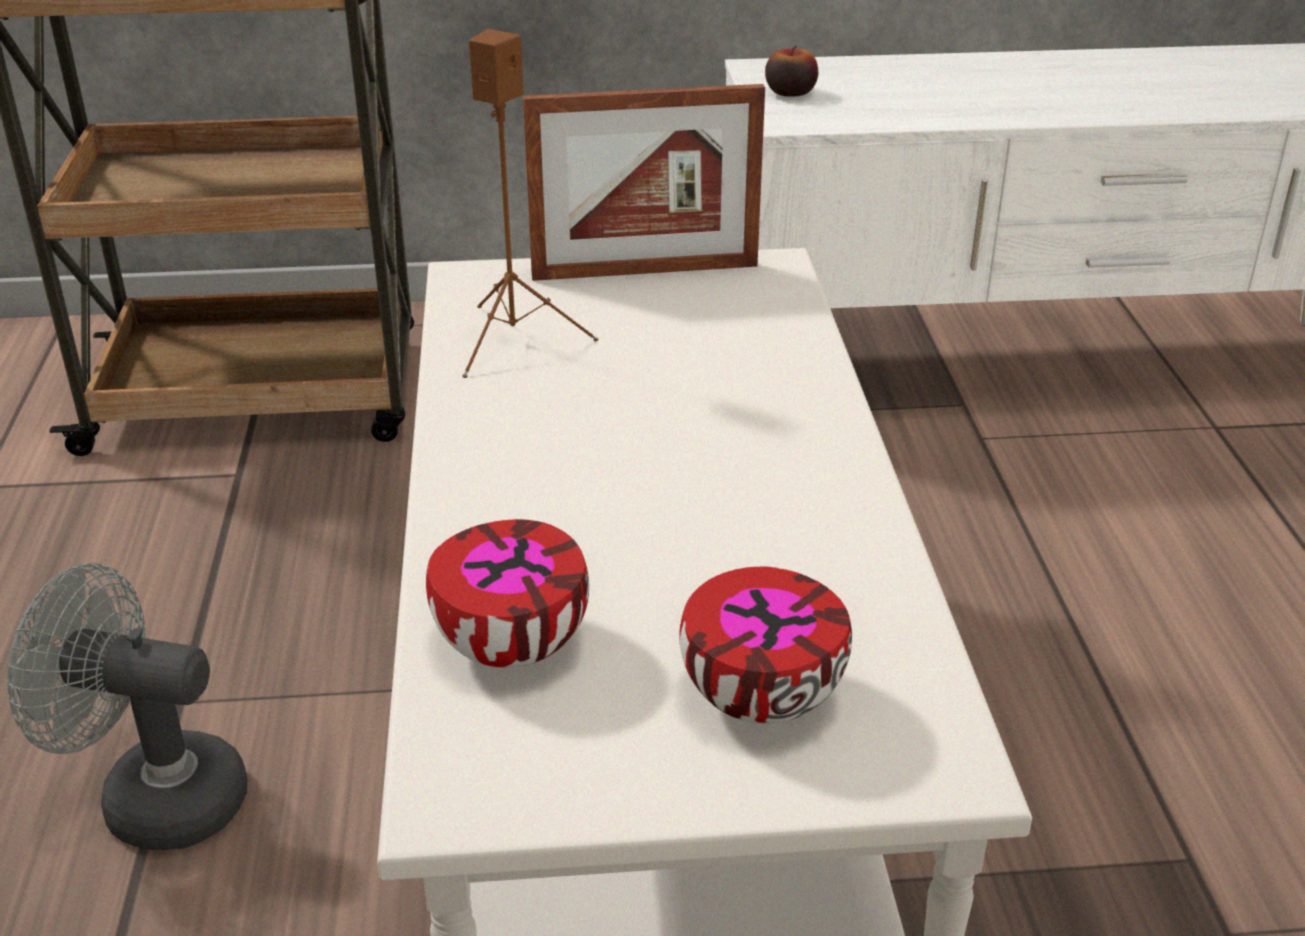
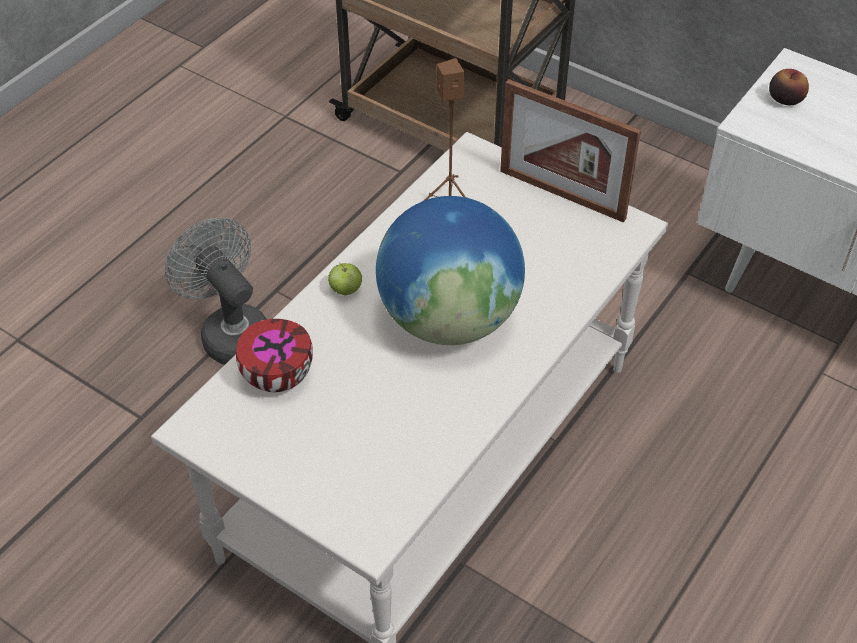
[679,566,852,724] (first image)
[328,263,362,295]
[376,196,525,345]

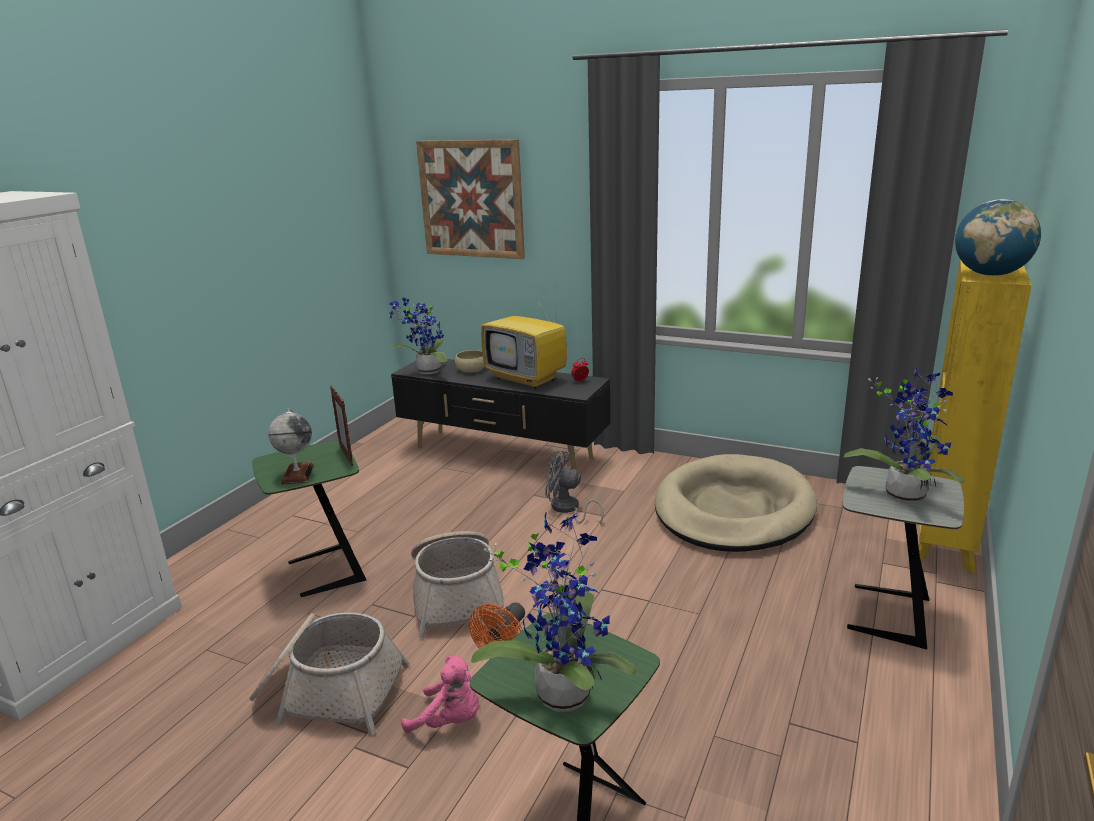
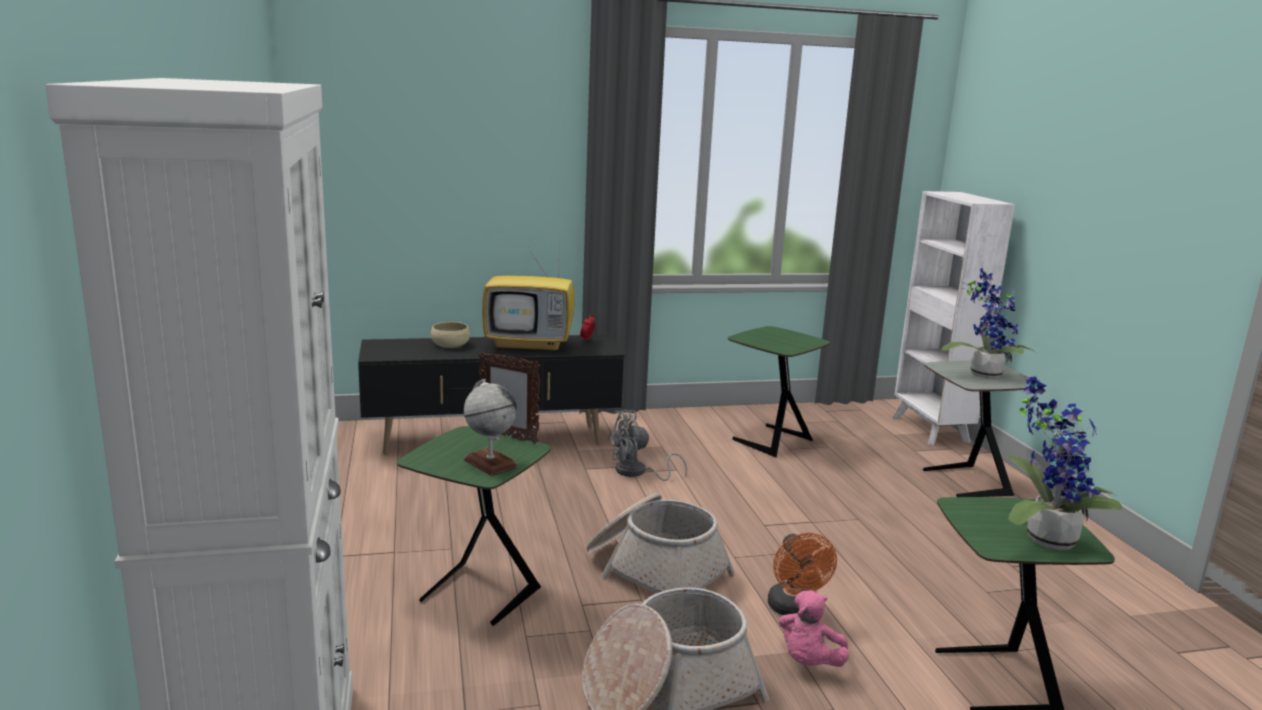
[389,297,447,374] (first image)
[779,590,849,667]
[416,139,525,259] (first image)
[728,326,831,458]
[893,191,1015,445]
[955,199,1041,276] (first image)

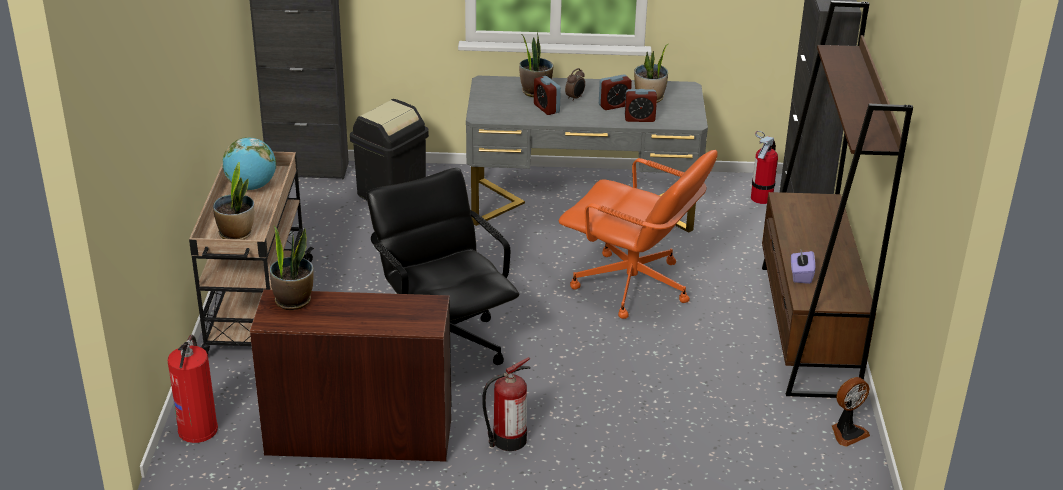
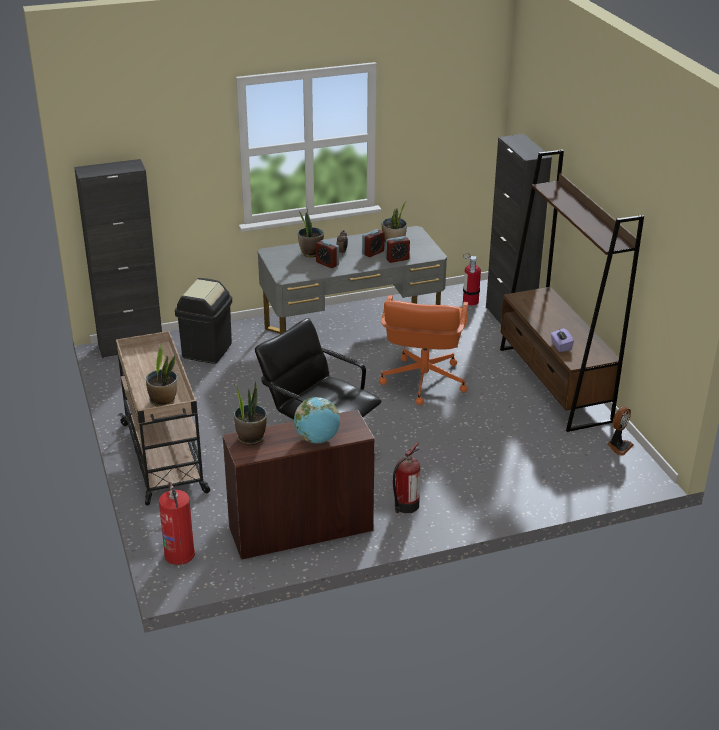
[294,397,340,443]
[379,295,468,405]

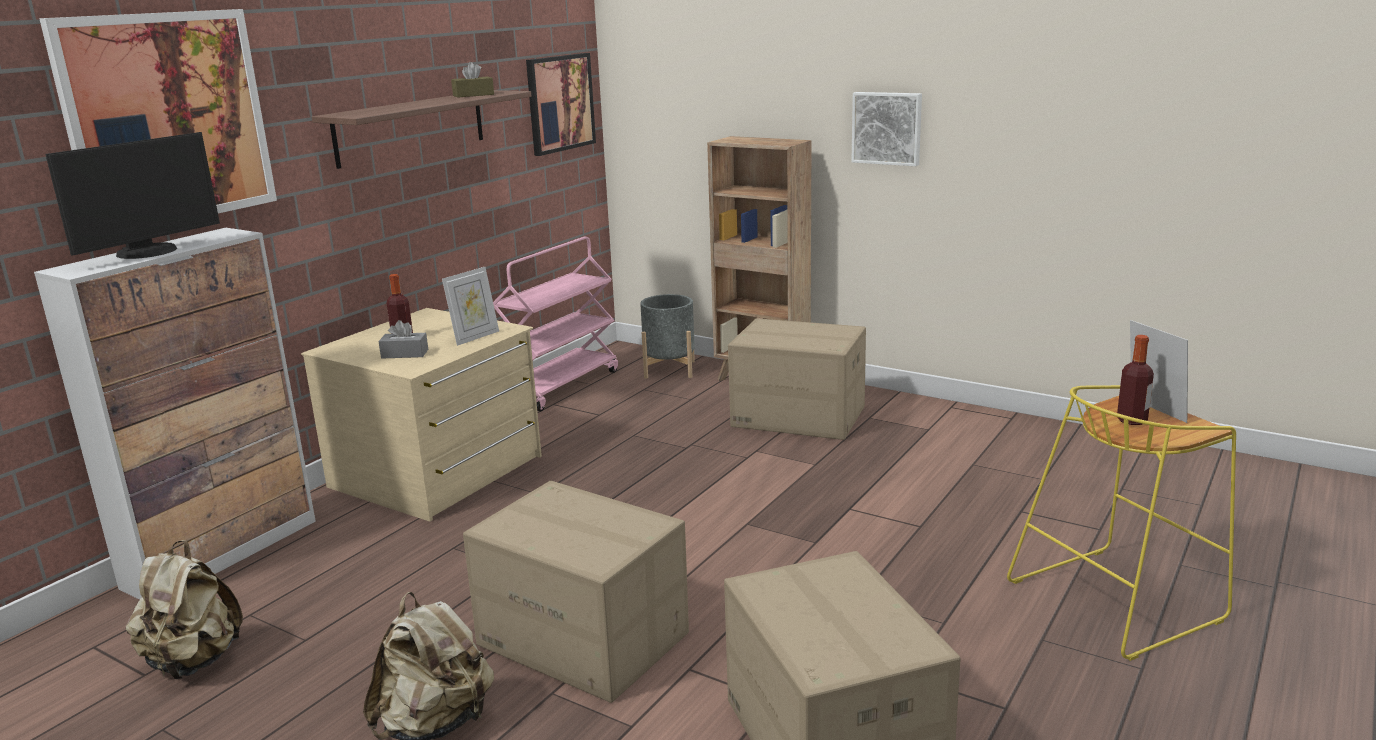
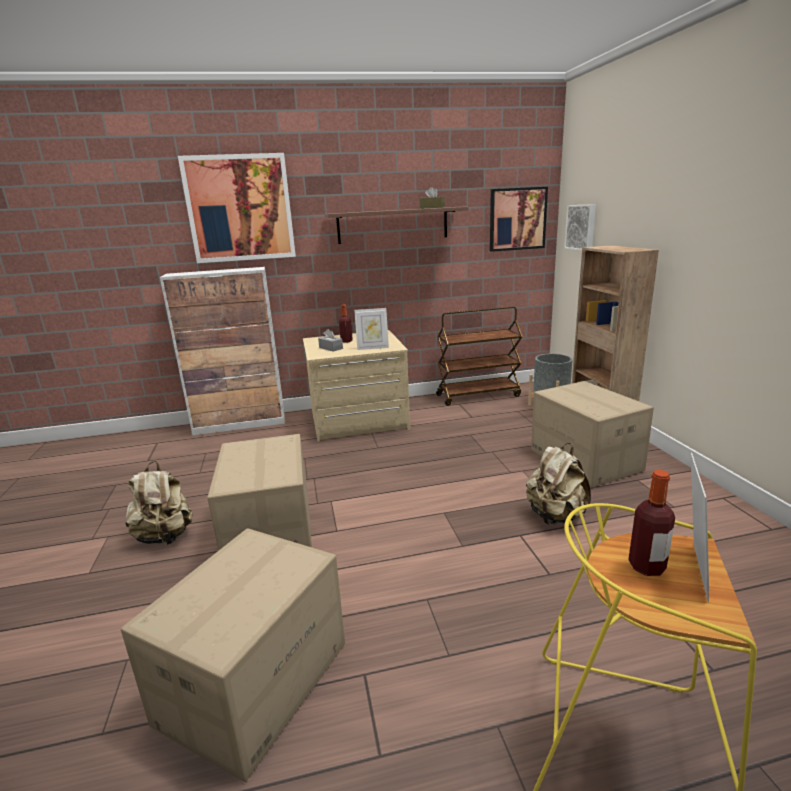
[45,132,220,259] (first image)
[526,443,591,524]
[436,307,523,406]
[564,204,596,251]

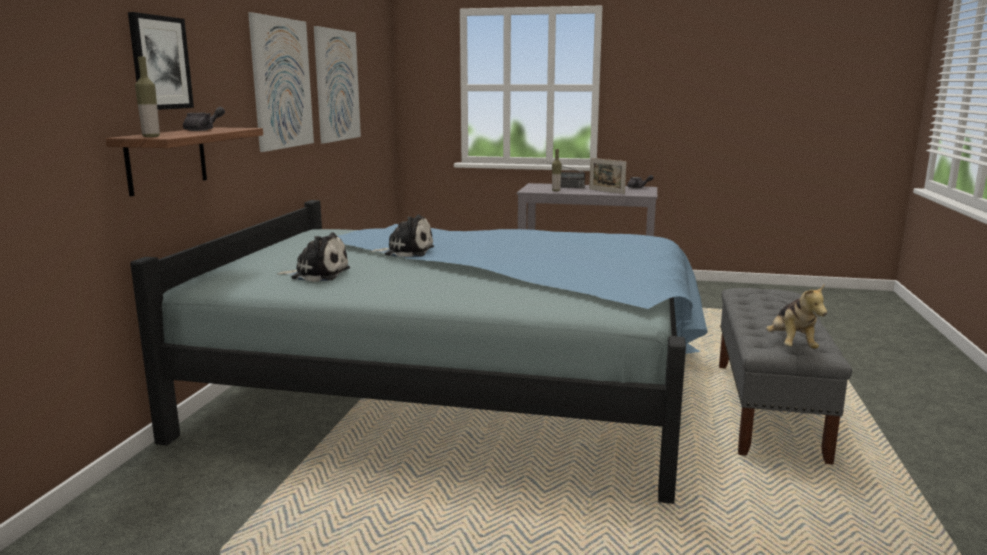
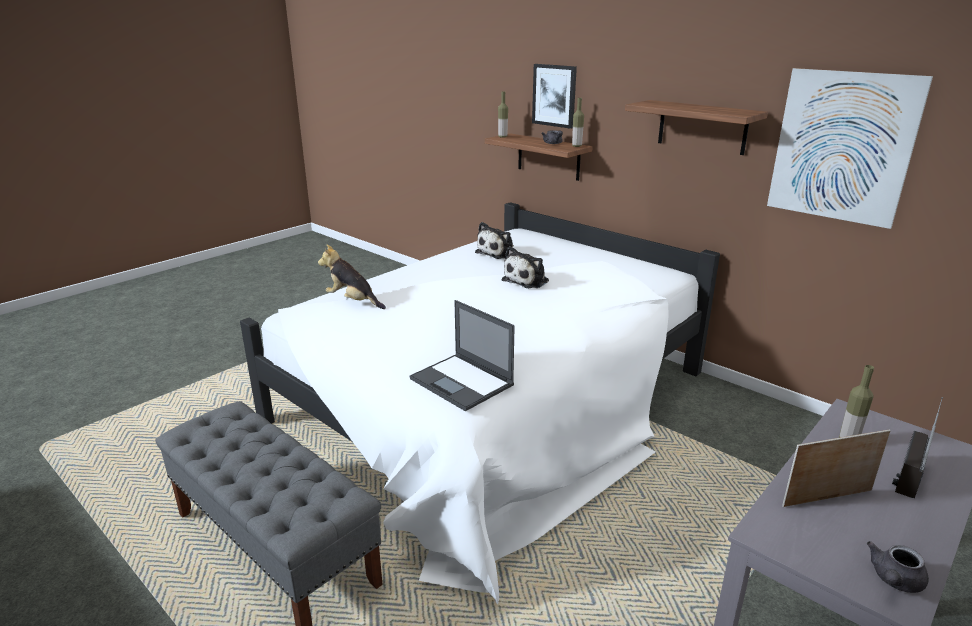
[240,202,720,605]
[625,100,768,155]
[318,244,386,309]
[410,300,515,411]
[572,98,584,147]

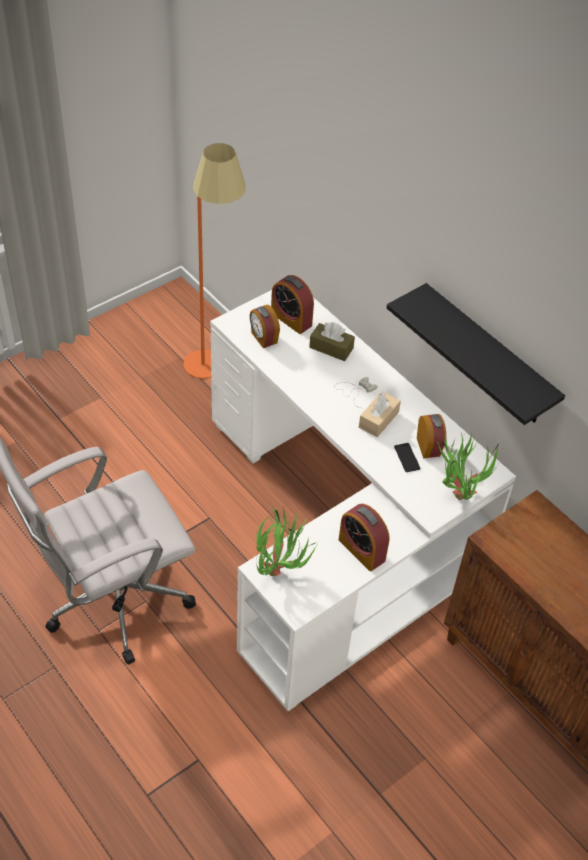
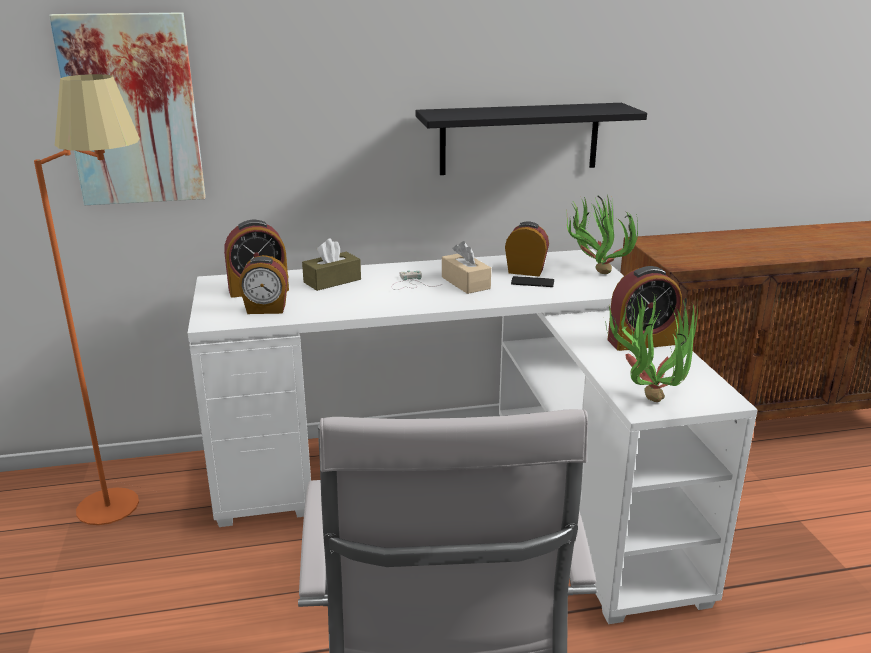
[49,12,206,205]

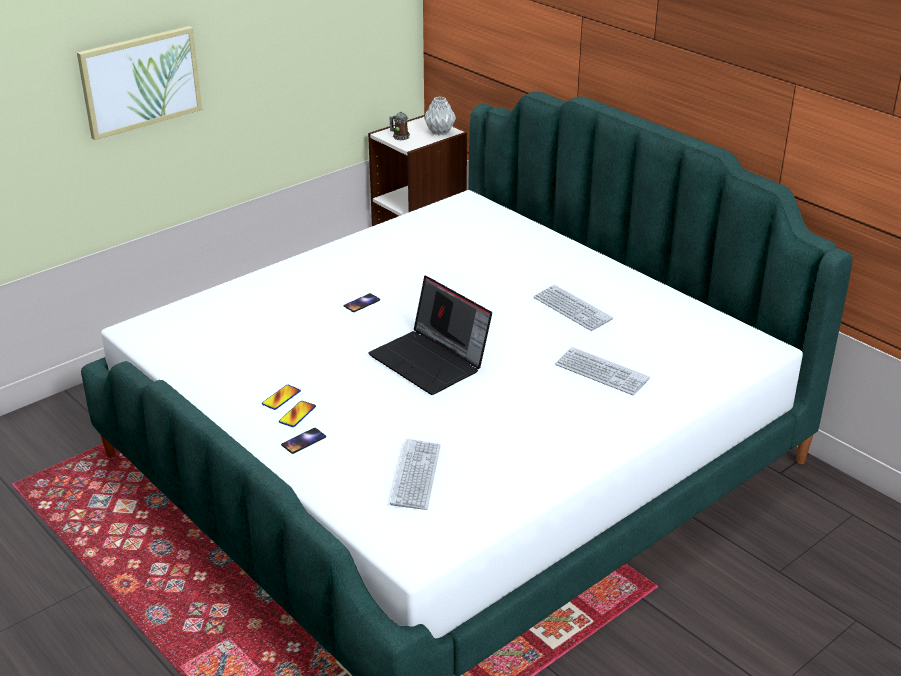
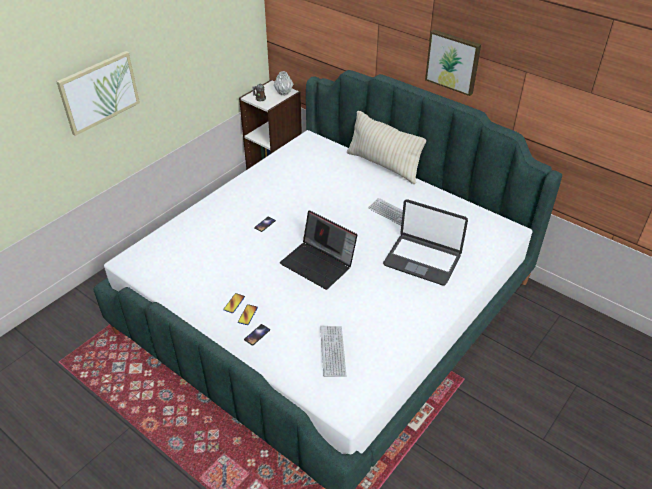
[383,199,468,286]
[347,111,426,184]
[425,30,481,96]

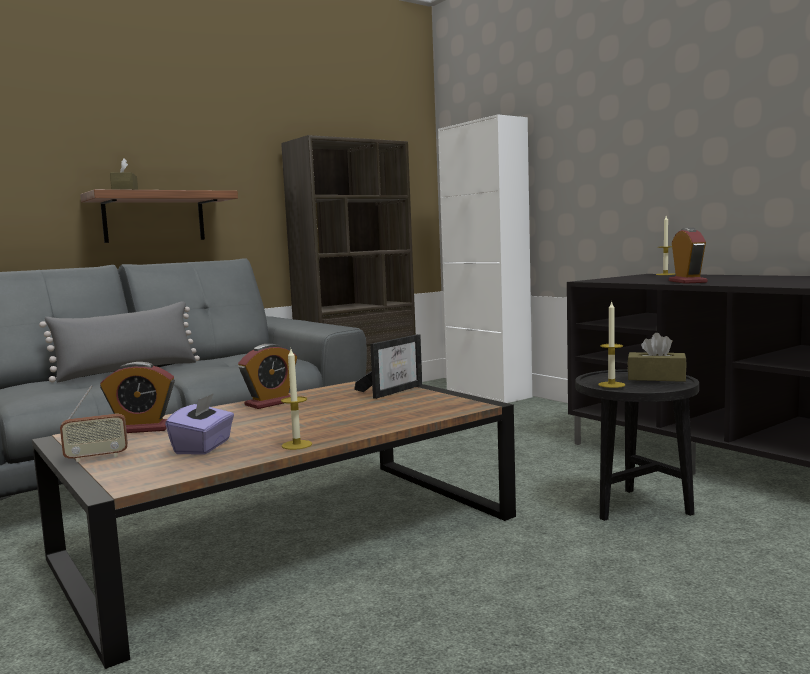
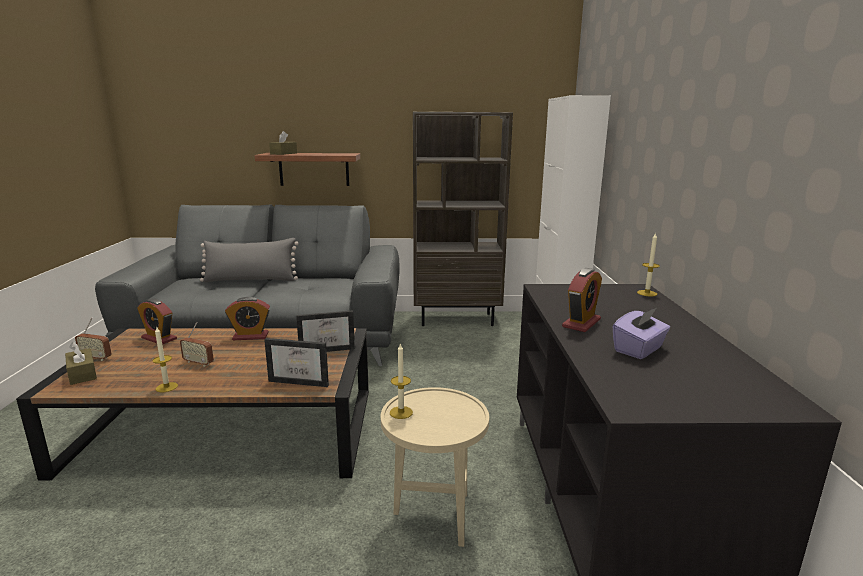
[613,308,670,359]
[381,387,489,547]
[65,342,97,385]
[180,322,214,367]
[264,338,329,387]

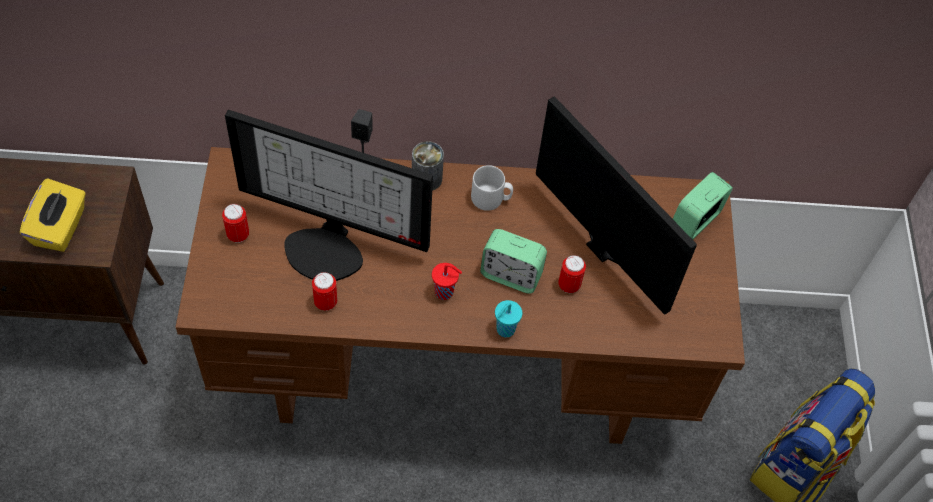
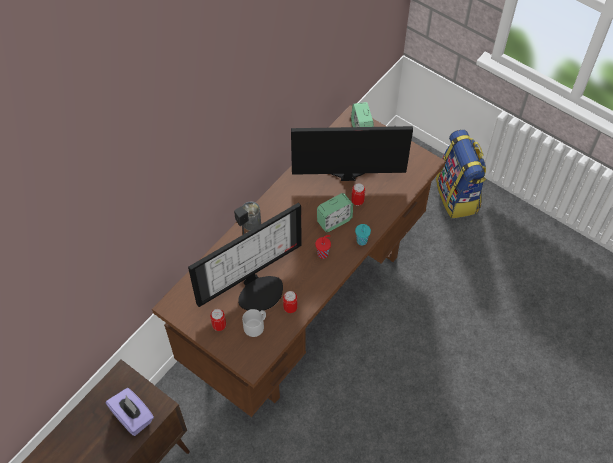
[106,388,154,436]
[242,309,266,337]

